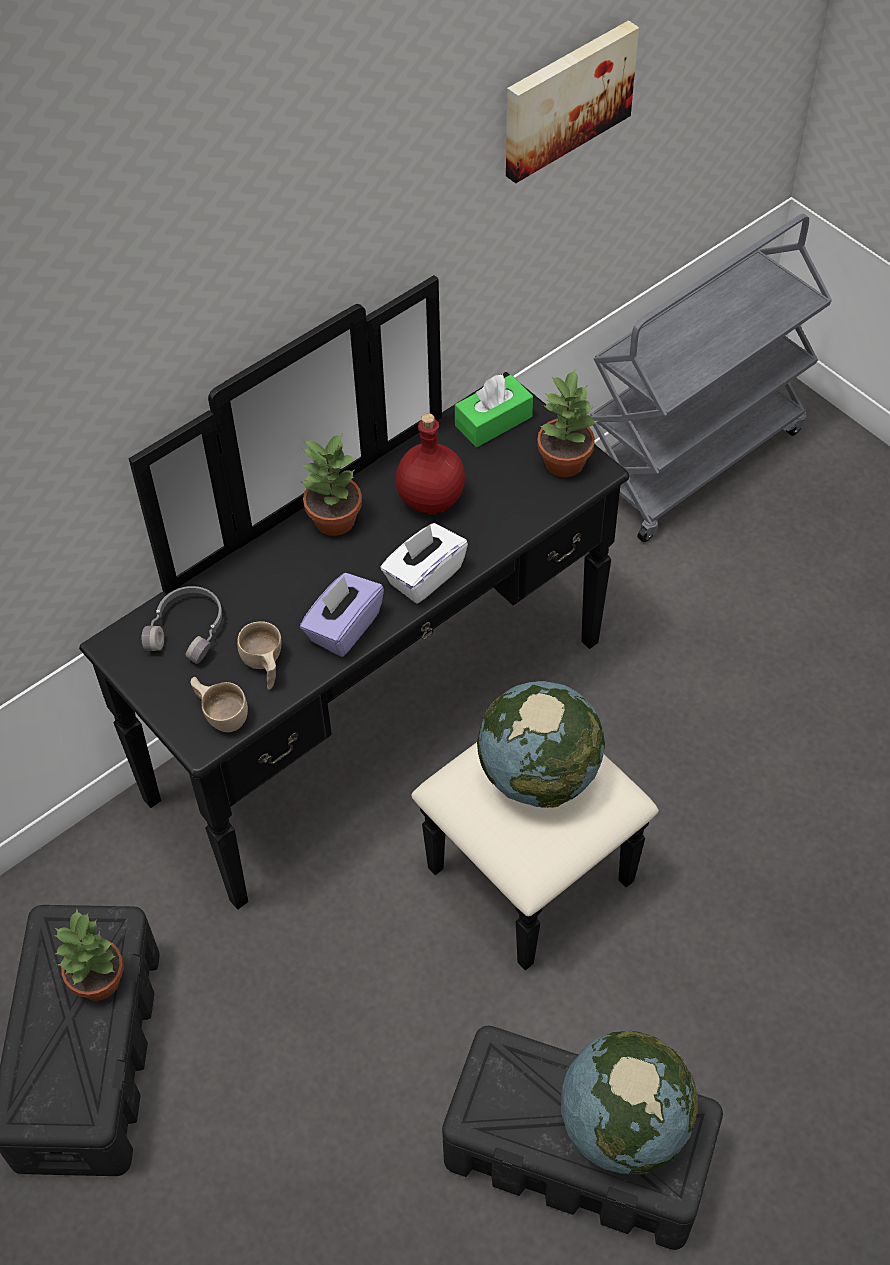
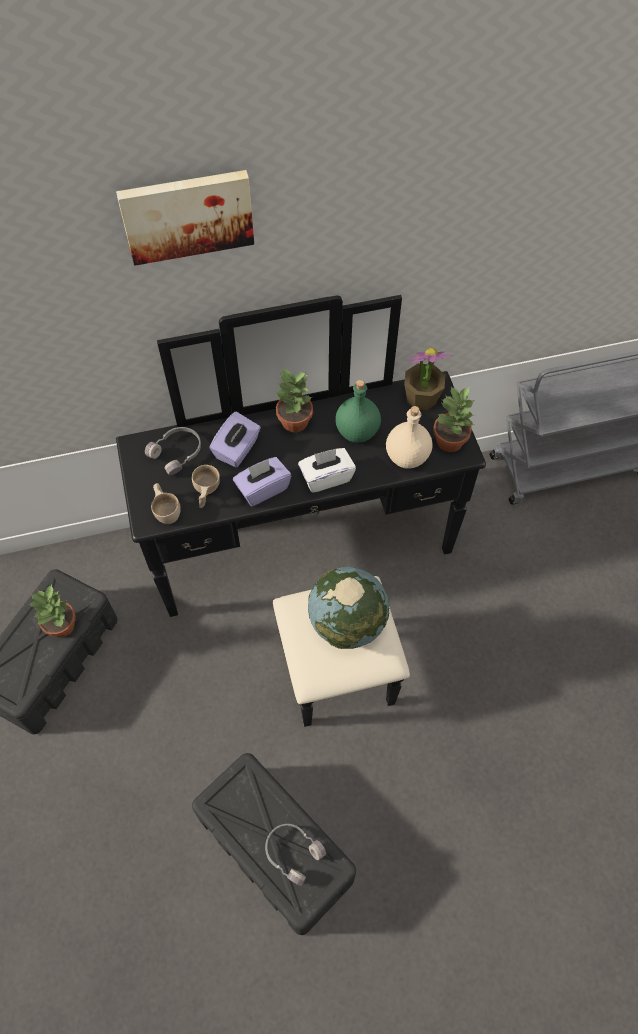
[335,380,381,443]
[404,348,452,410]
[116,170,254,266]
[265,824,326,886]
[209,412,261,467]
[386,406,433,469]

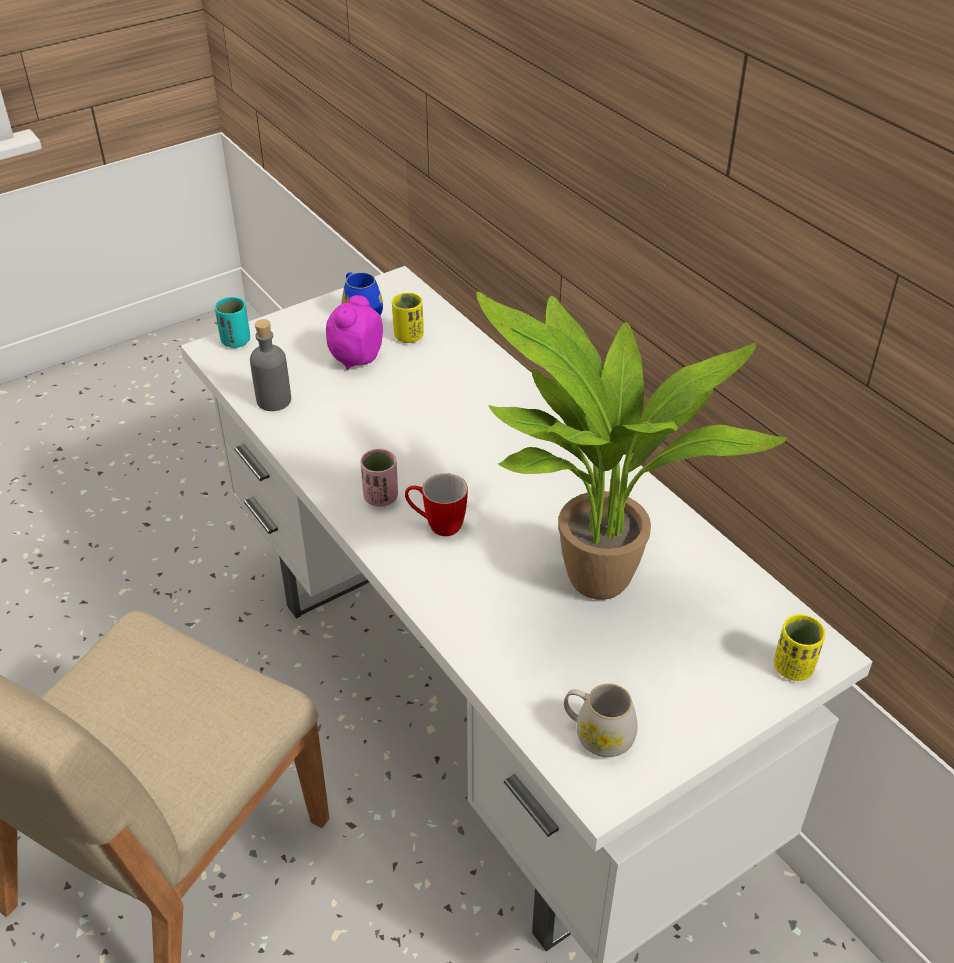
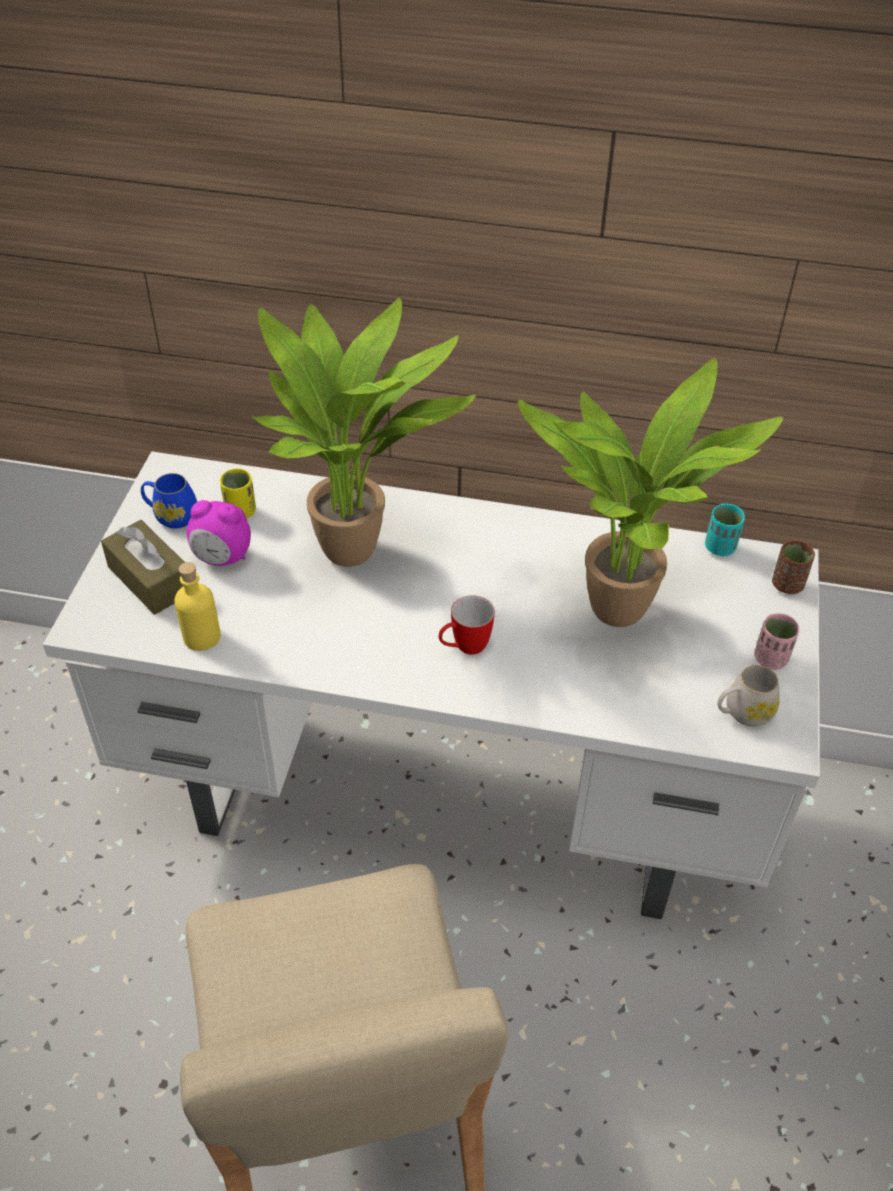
[705,503,745,556]
[174,562,221,651]
[187,500,251,566]
[754,613,800,670]
[772,540,815,594]
[101,520,185,615]
[252,298,476,567]

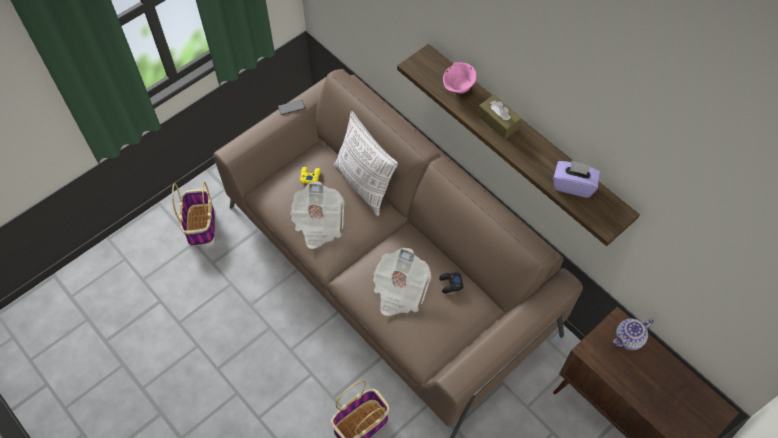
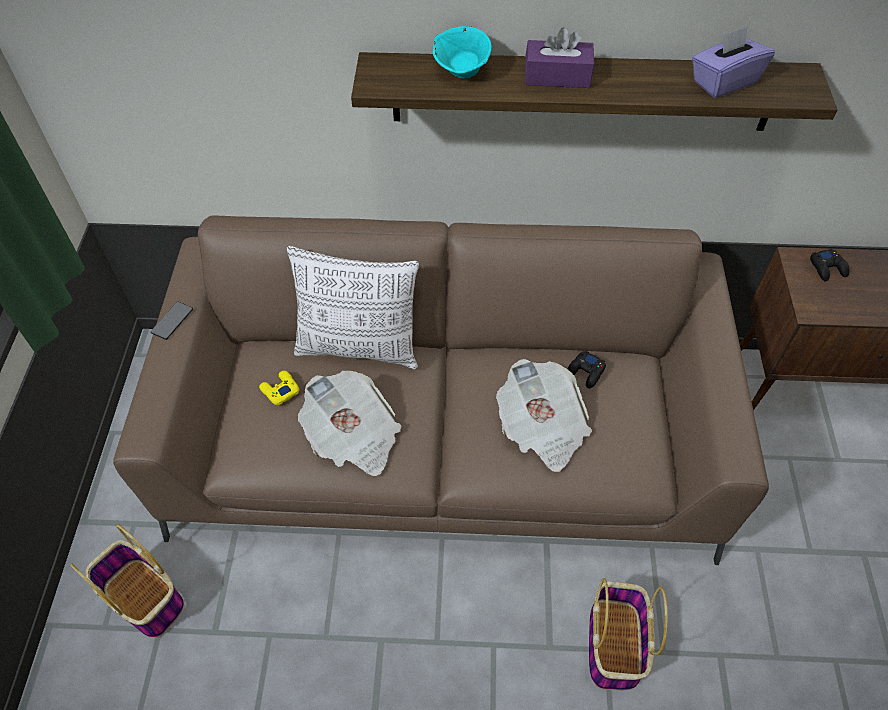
[433,26,492,78]
[525,27,594,88]
[810,249,850,281]

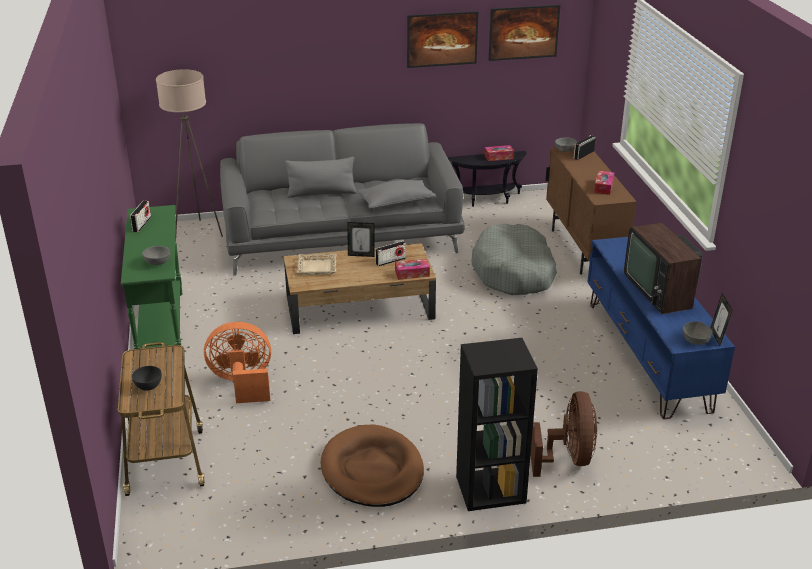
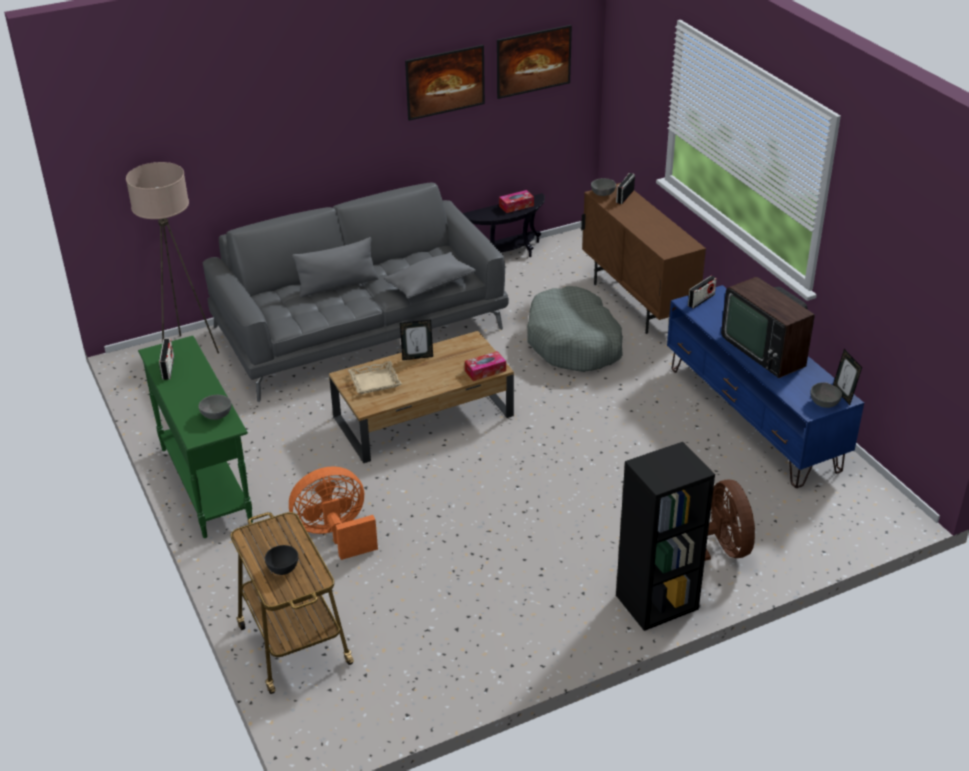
[321,424,424,507] (first image)
[688,276,717,309]
[594,171,615,195] (first image)

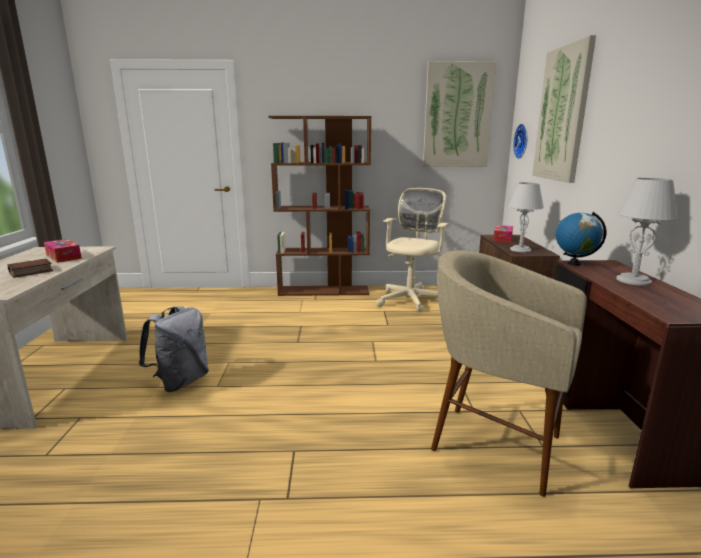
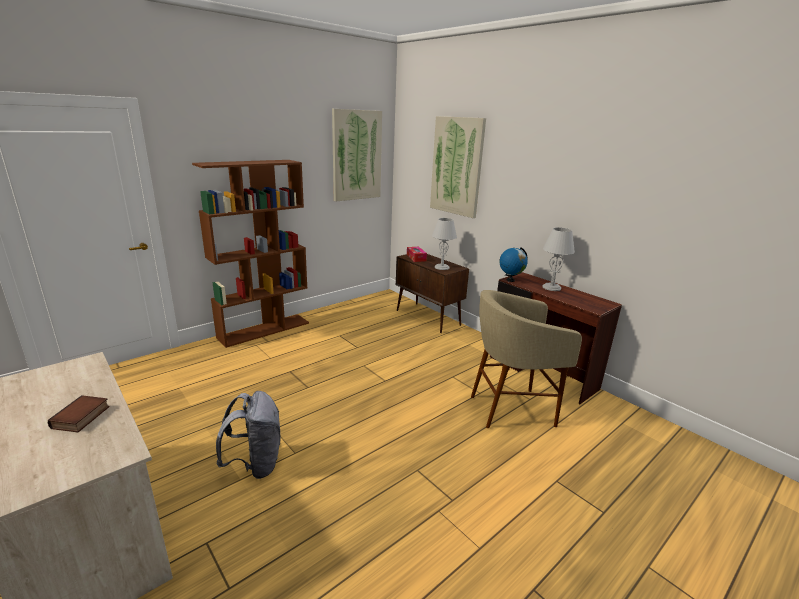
[44,239,82,263] (first image)
[376,188,450,312] (first image)
[513,124,528,159] (first image)

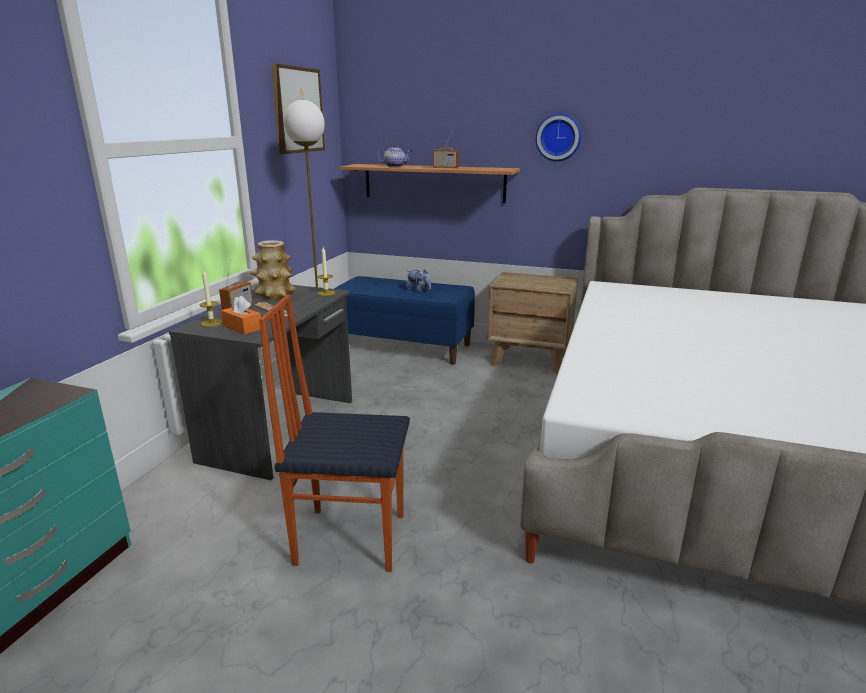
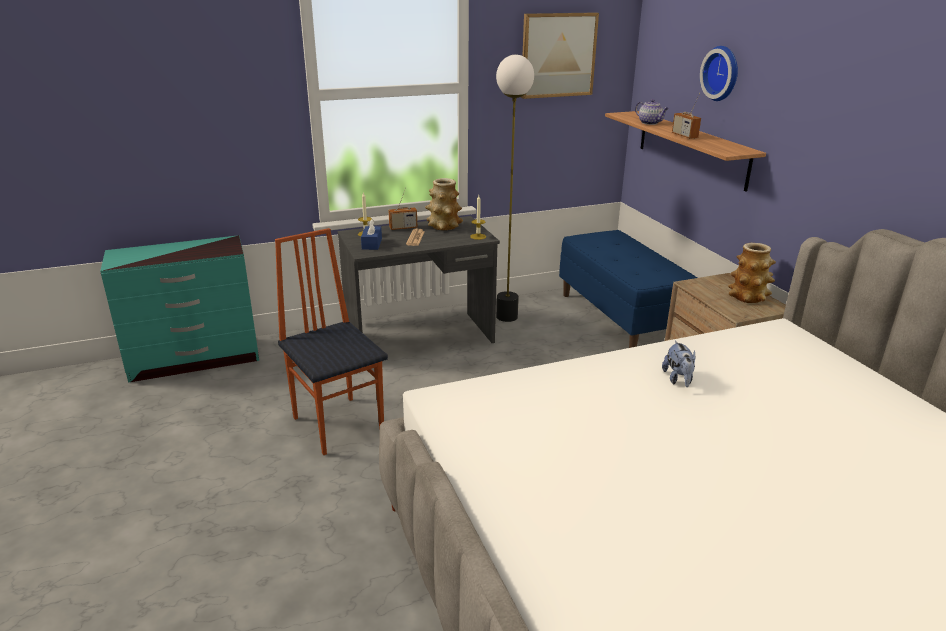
[361,219,382,250]
[662,340,696,387]
[700,46,738,101]
[728,243,776,303]

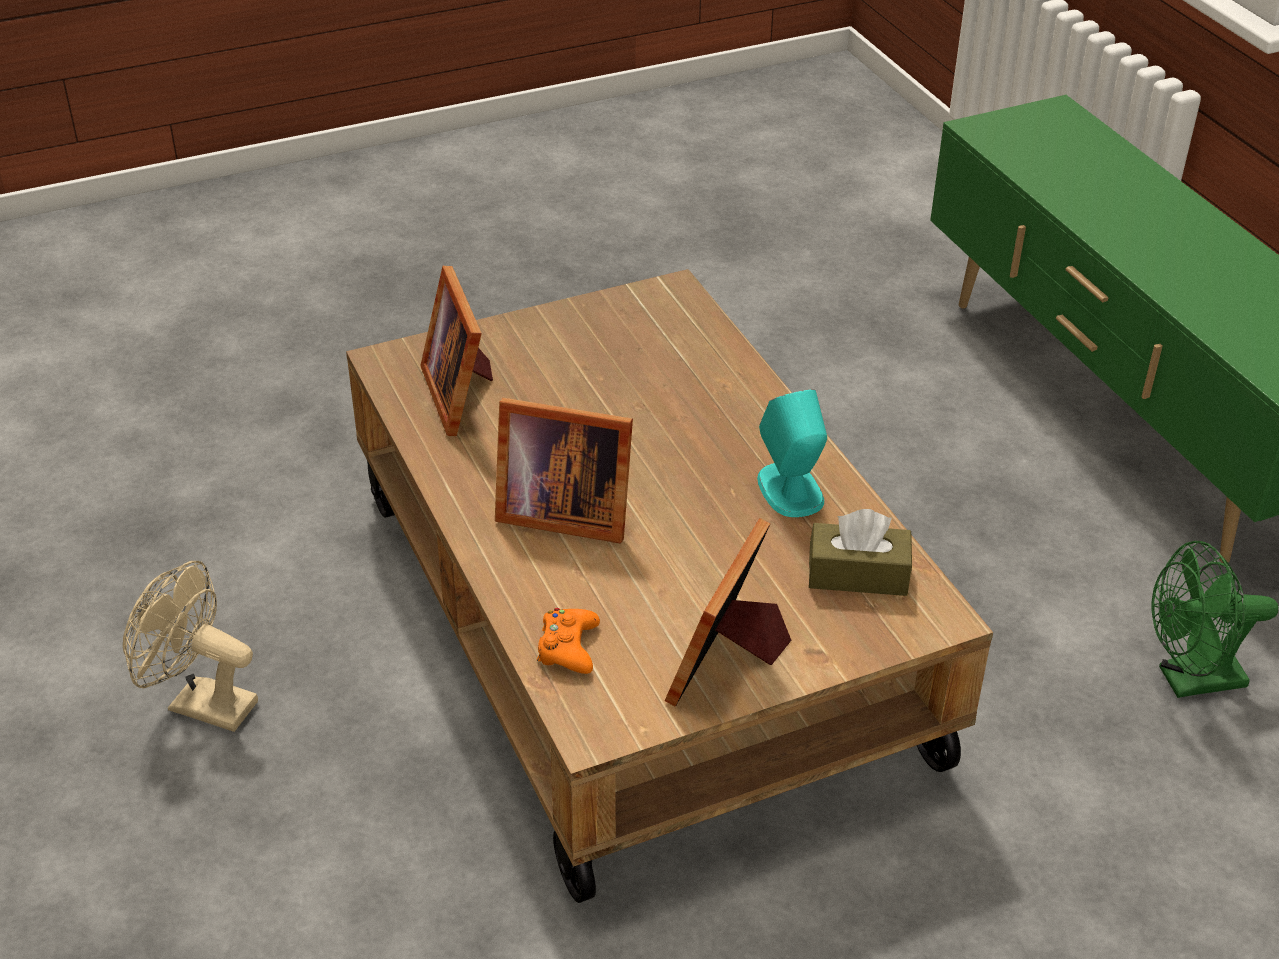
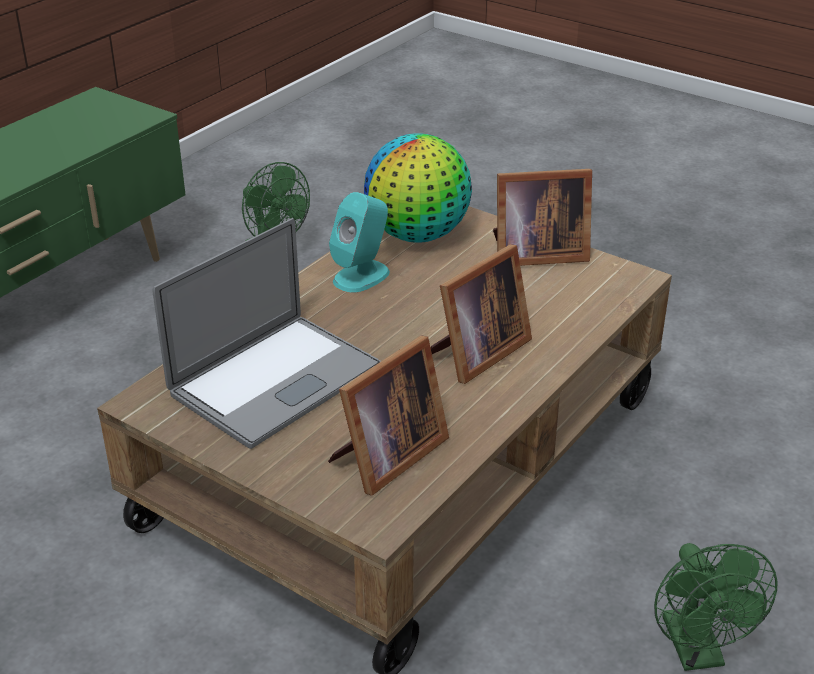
[654,543,777,671]
[430,244,532,384]
[537,608,600,674] (first image)
[364,133,472,243]
[153,218,381,449]

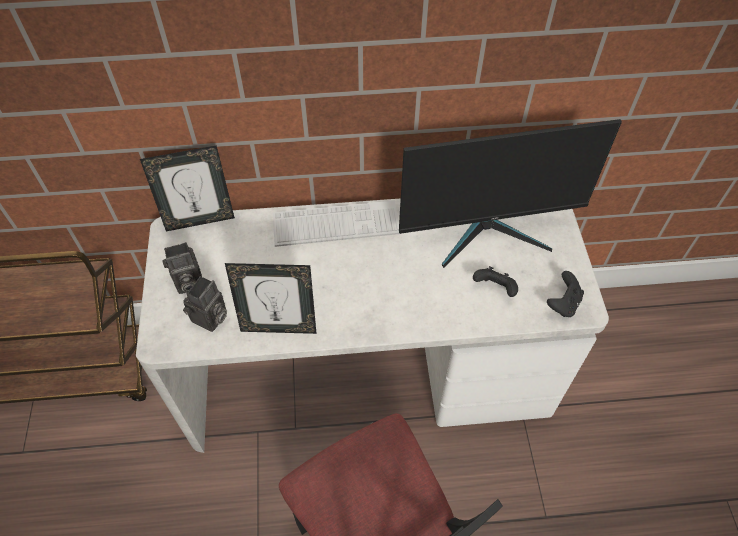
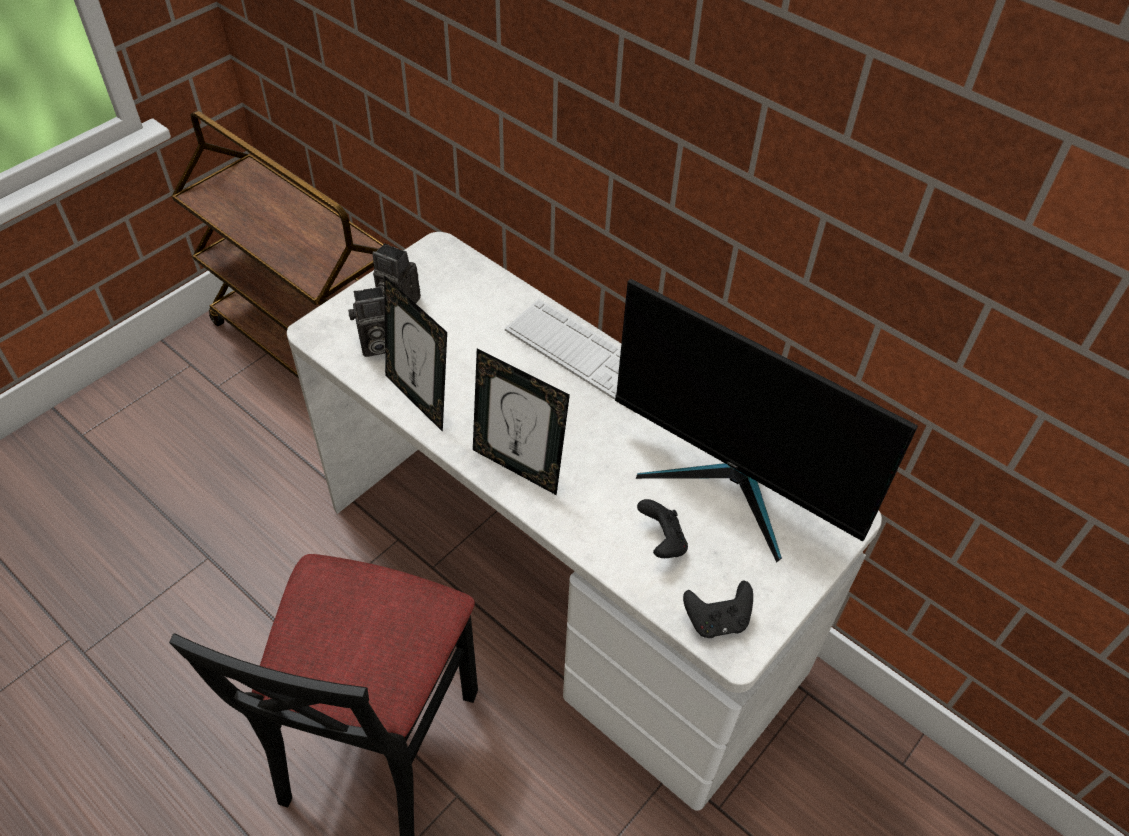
[473,349,570,495]

